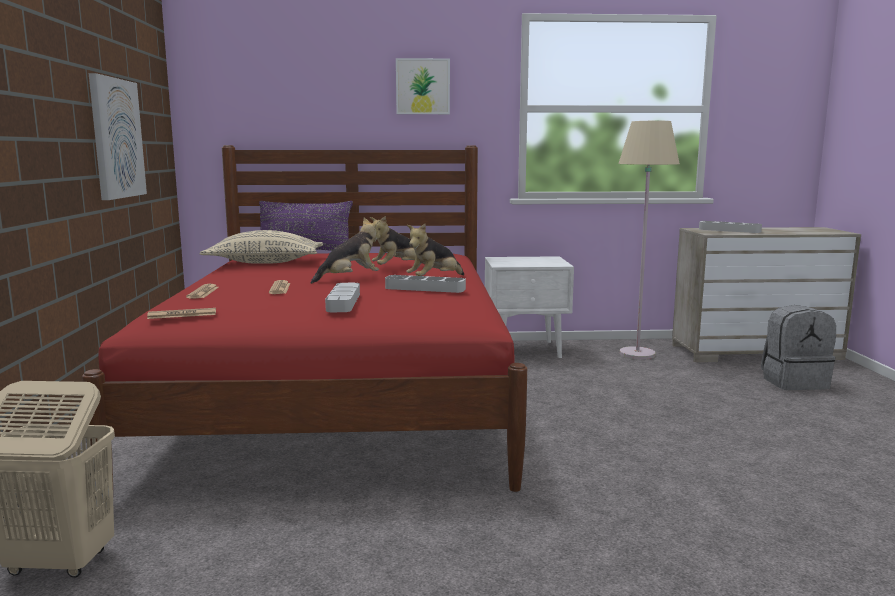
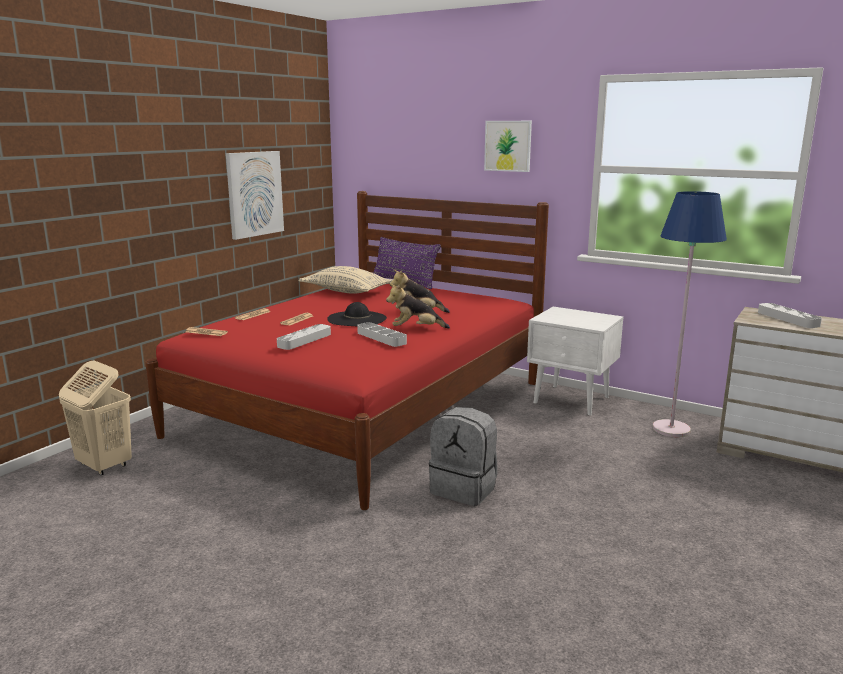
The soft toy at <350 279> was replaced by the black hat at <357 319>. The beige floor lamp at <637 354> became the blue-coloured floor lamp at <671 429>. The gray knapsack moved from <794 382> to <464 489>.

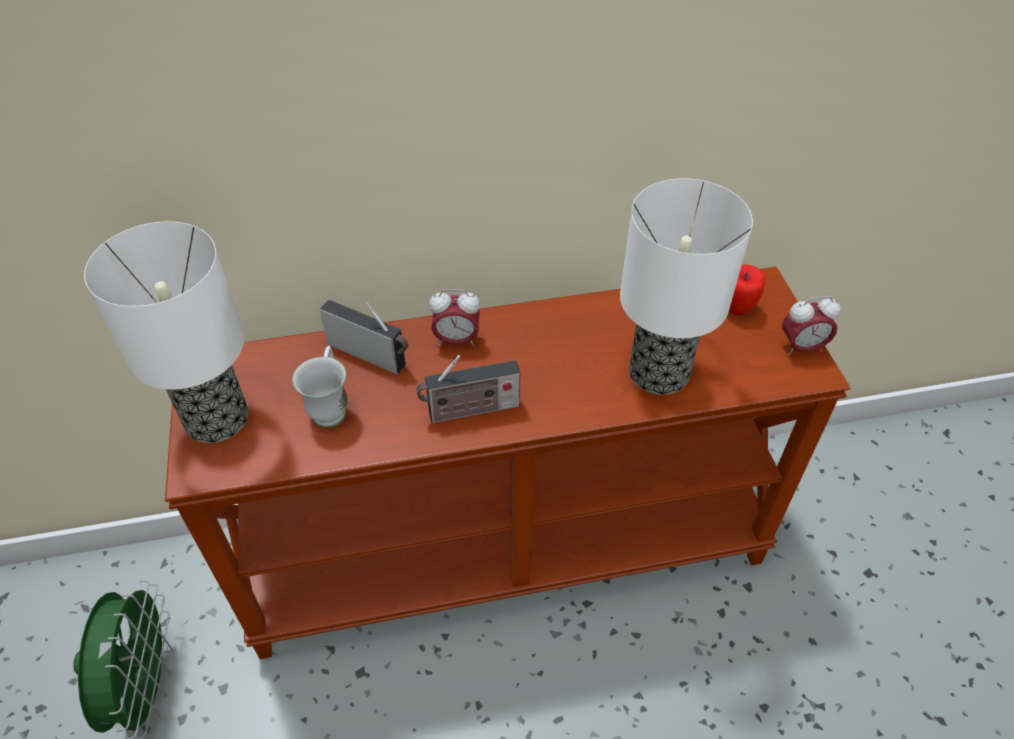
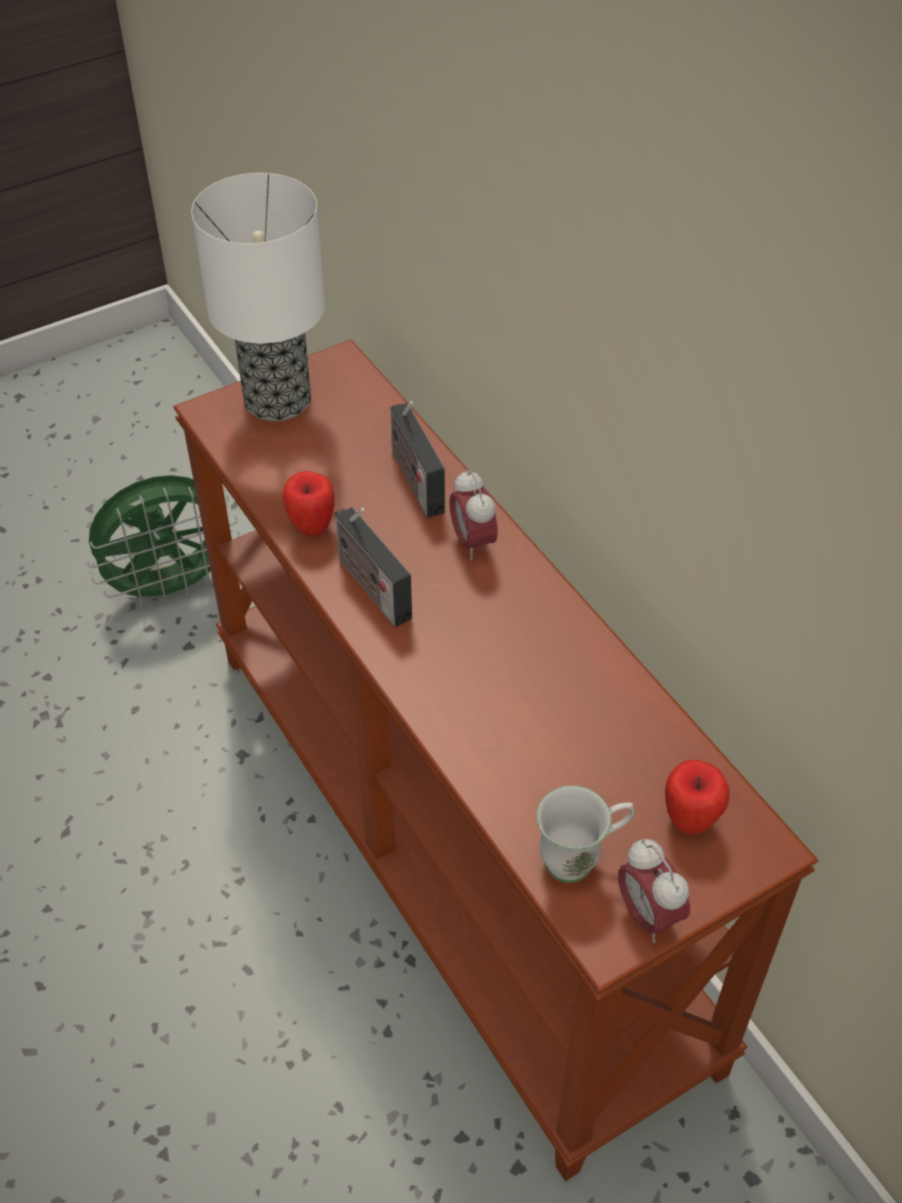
The white-coloured mug moved from <331 407> to <581 858>. The radio at <370 355> turned 150 degrees clockwise. The lamp for a table at <660 374> disappeared. The whole apple at <311 527> appeared.

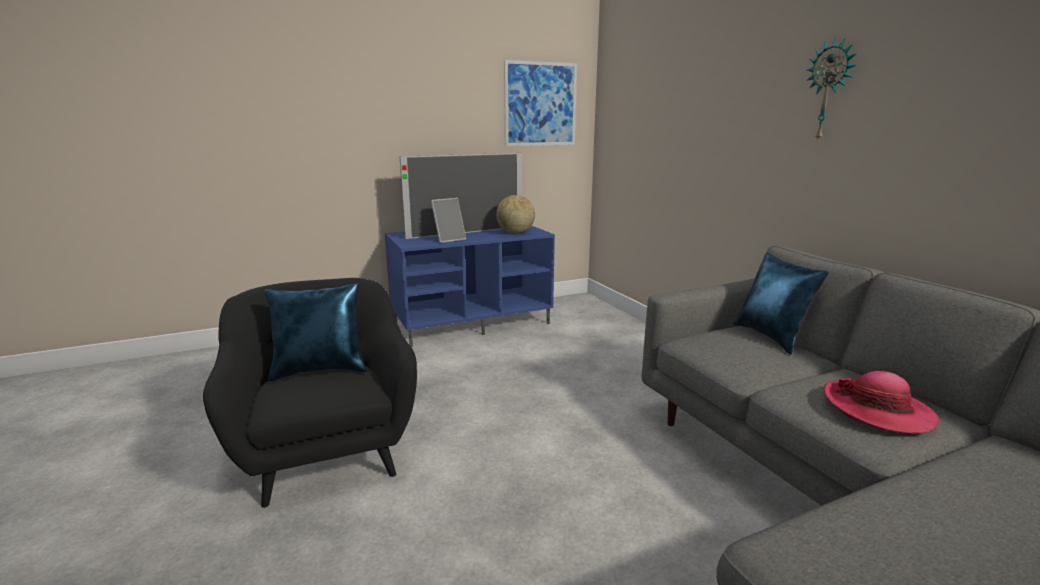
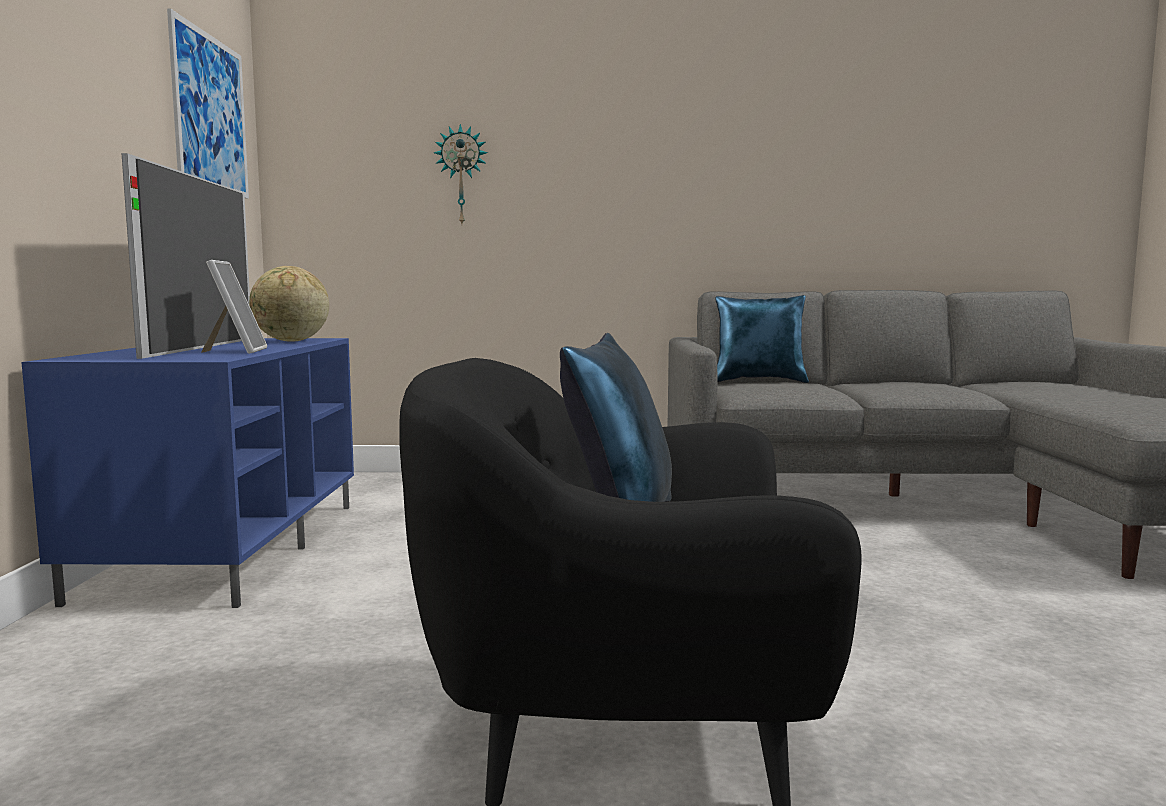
The clock on the wall moved from <829 91> to <461 176>. The hat at <877 409> disappeared.

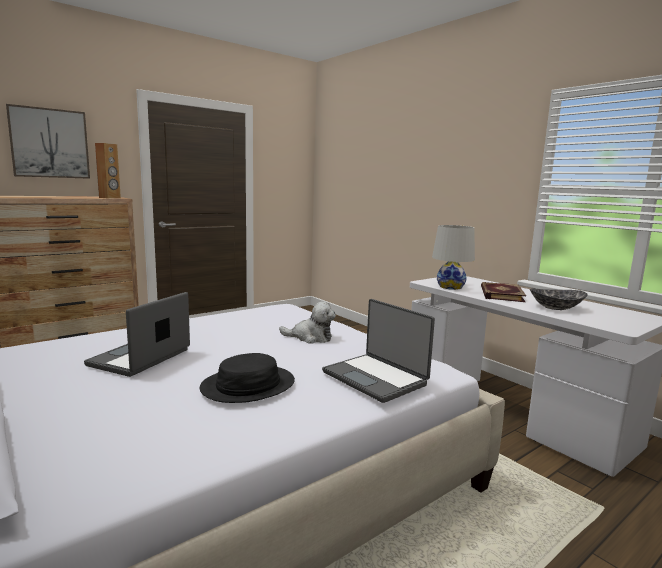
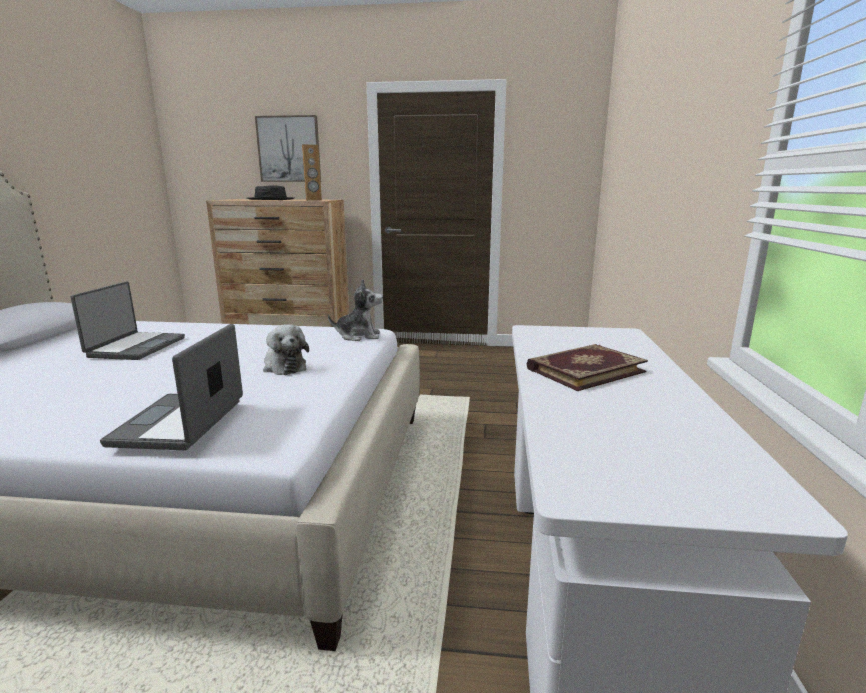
The portable computer at <141 358> turned 120 degrees clockwise. The black hat moved from <248 386> to <271 199>. The white-coloured lamp for a table at <450 287> disappeared. The serving bowl at <555 307> disappeared. The soft toy at <359 336> appeared.

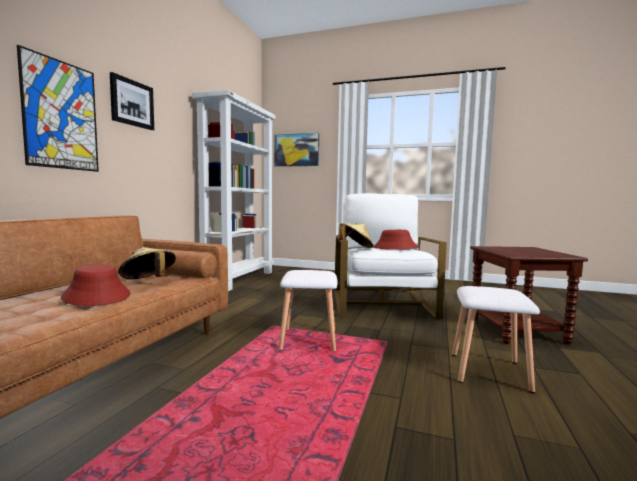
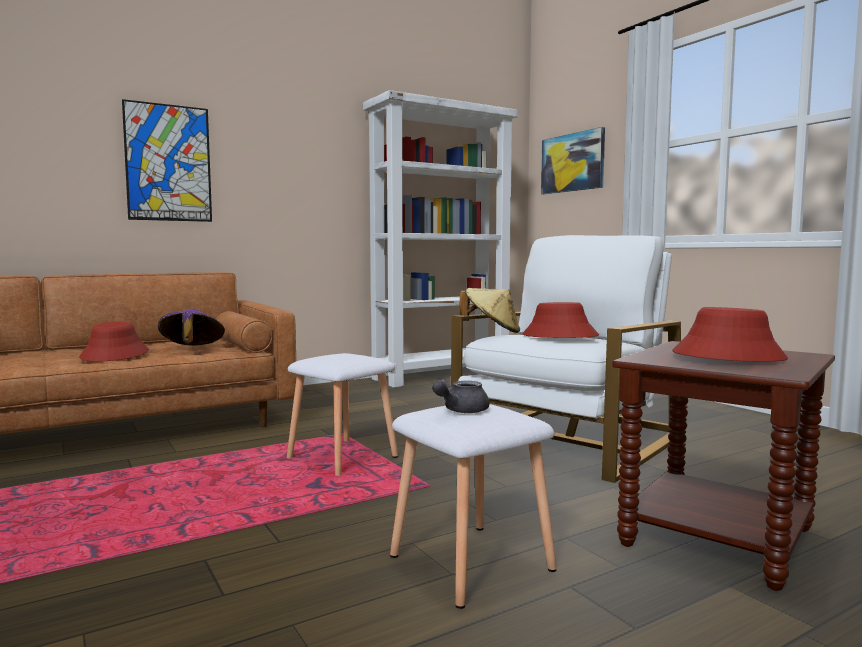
The wall art at <132 103> disappeared. The beige hat at <148 281> became the purplish hat at <191 348>. The gray pot for tea at <460 411> appeared. The red hat at <728 357> appeared.

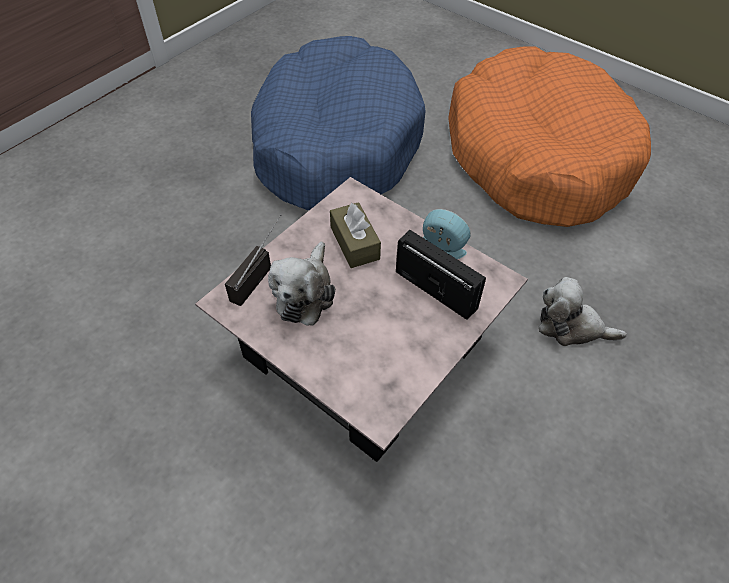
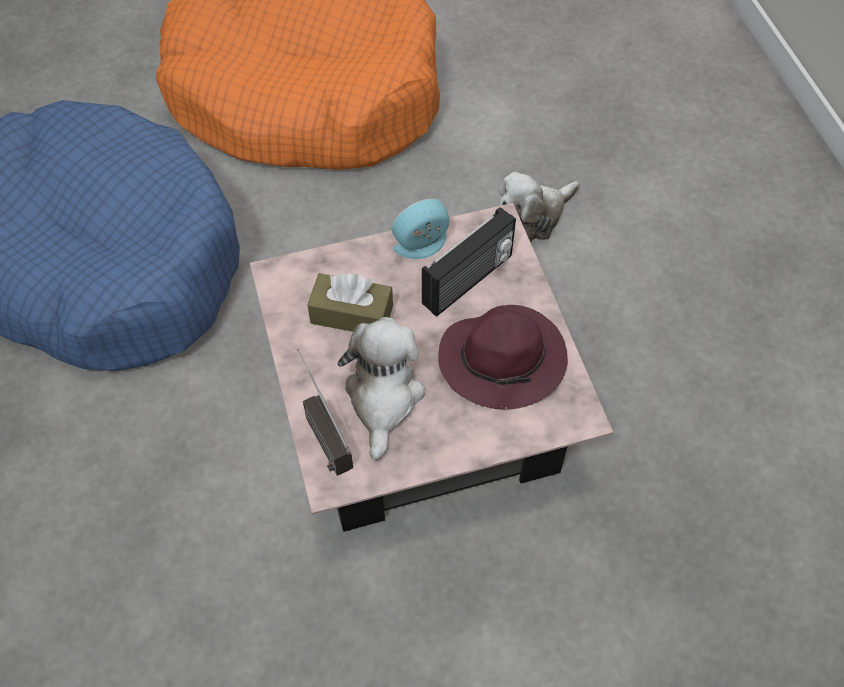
The soft toy at <305 293> turned 135 degrees counterclockwise. The radio at <436 289> turned 150 degrees clockwise. The purplish hat at <504 360> appeared.

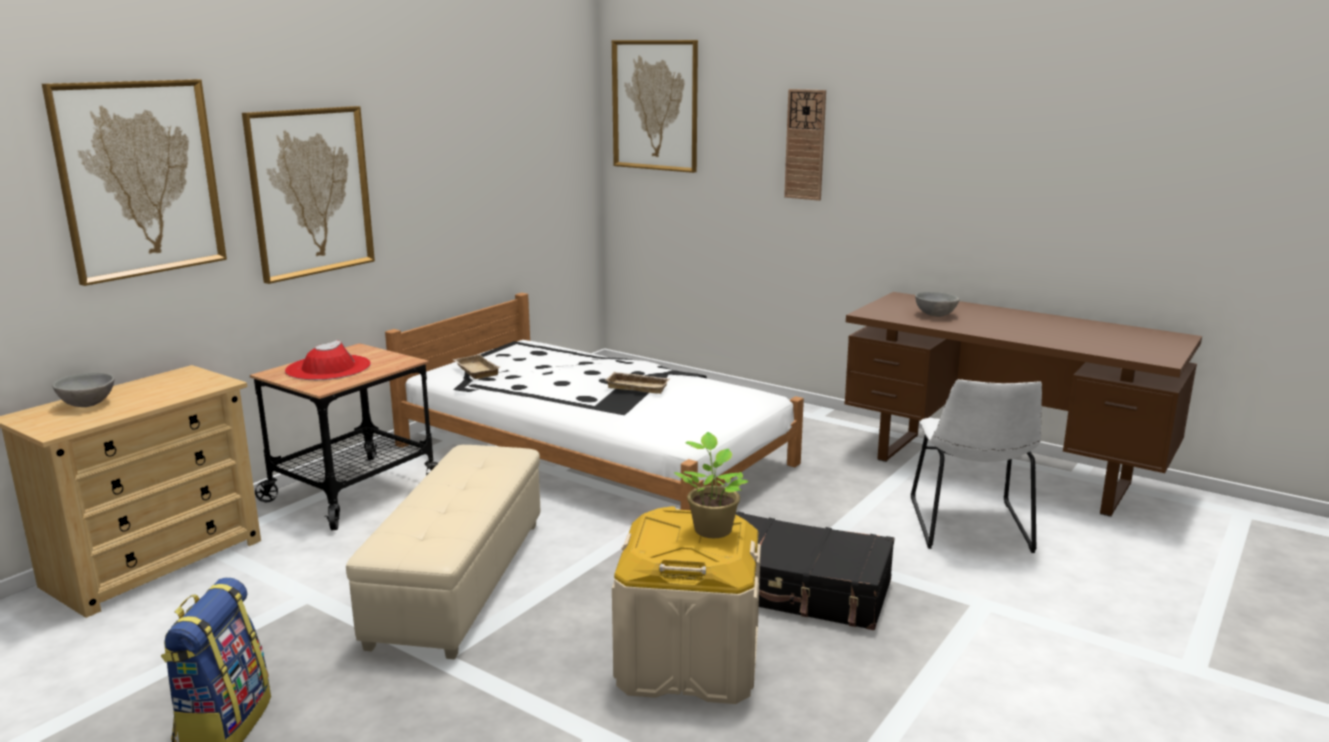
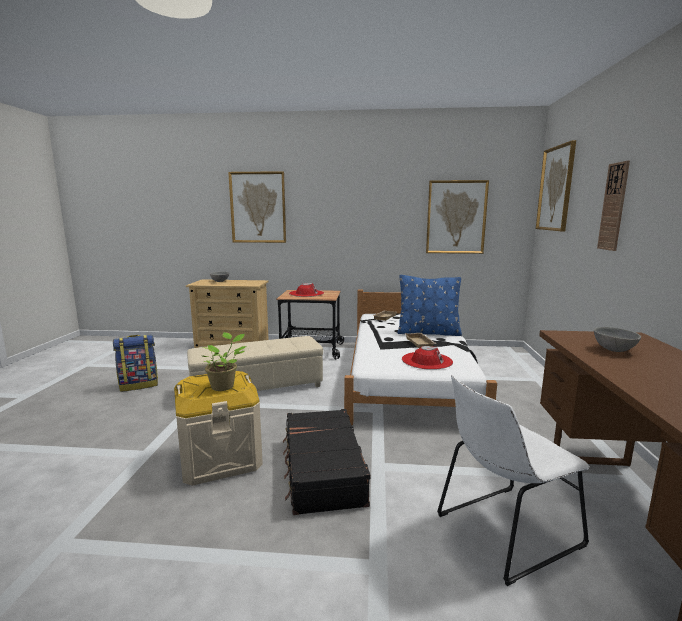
The wall art moved from <310 192> to <456 217>. The blue-coloured throw pillow at <428 333> appeared. The red hat at <426 361> appeared.

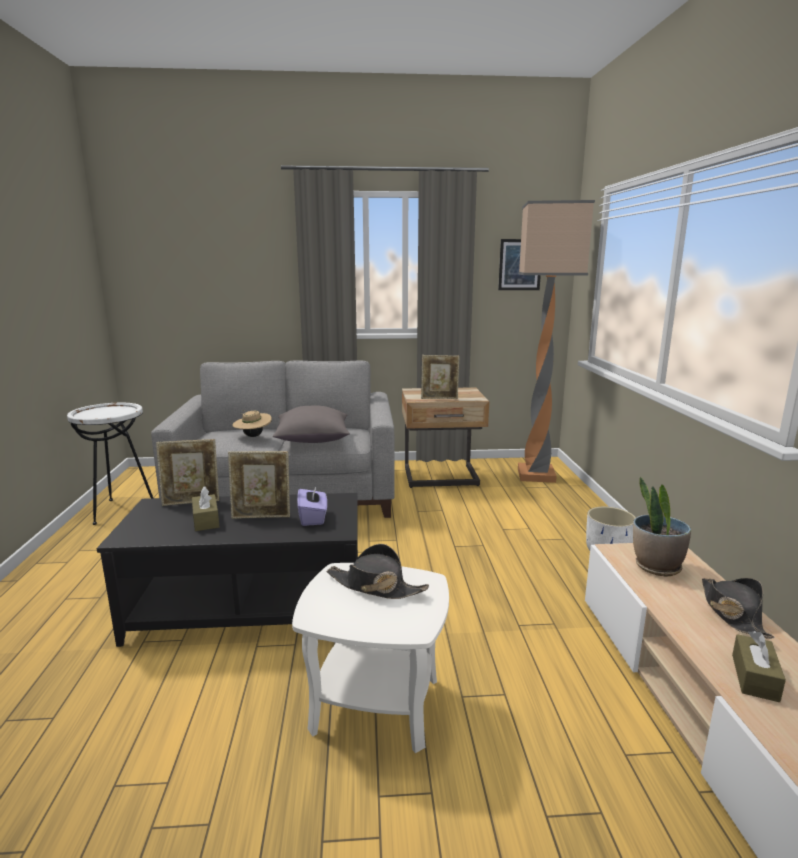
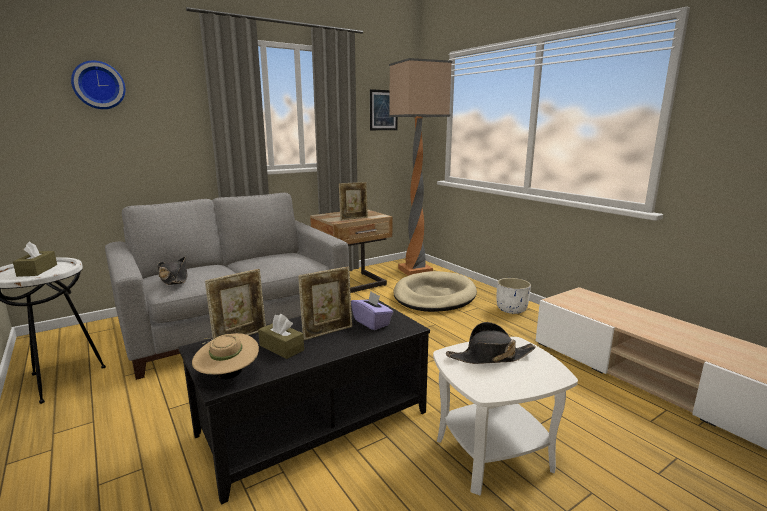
The beige hat moved from <253 436> to <228 376>. The gray throw pillow at <312 440> disappeared. The plant in a pot at <656 567> disappeared. The black hat moved from <732 613> to <174 279>. The brownish tissue holder moved from <754 677> to <37 270>. The clock on the wall at <98 85> appeared. The beige dog cushion at <434 296> appeared.

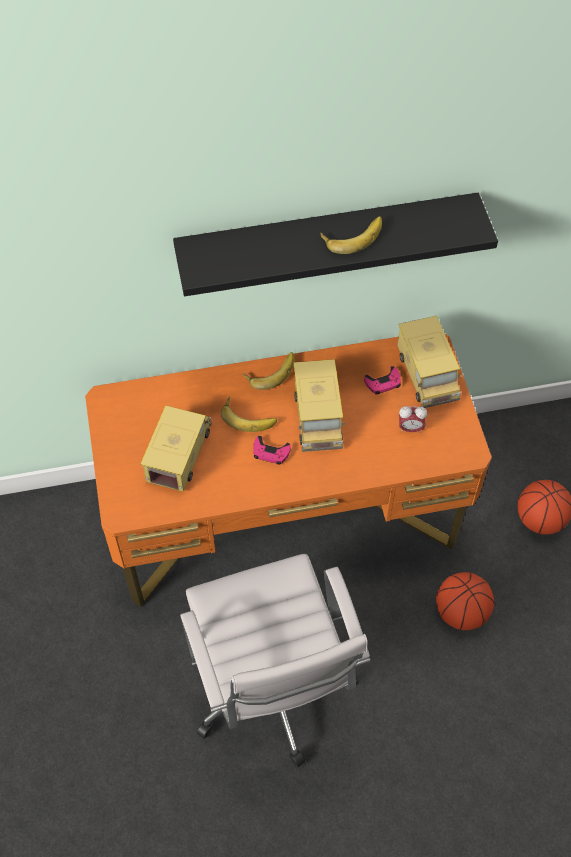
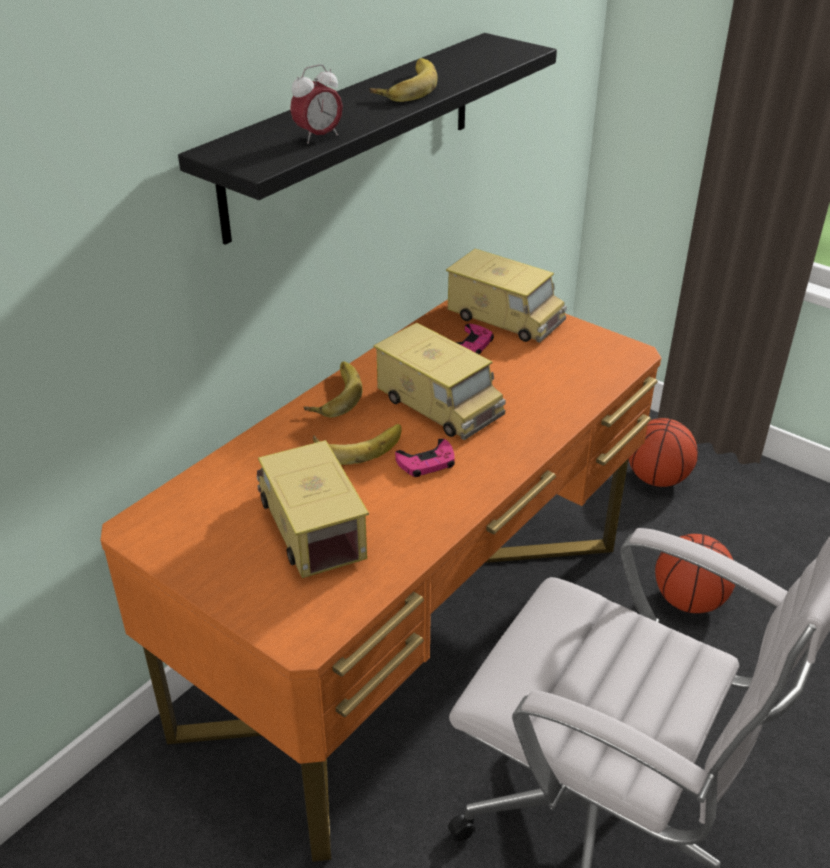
The bedside clock moved from <410 428> to <318 137>.

